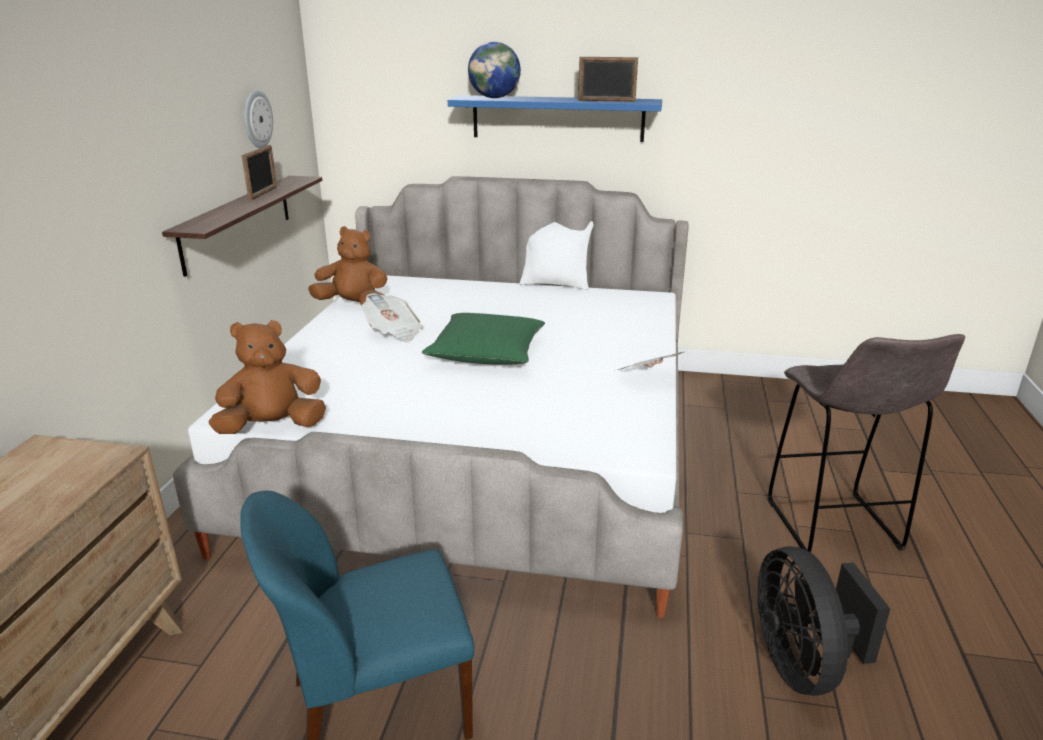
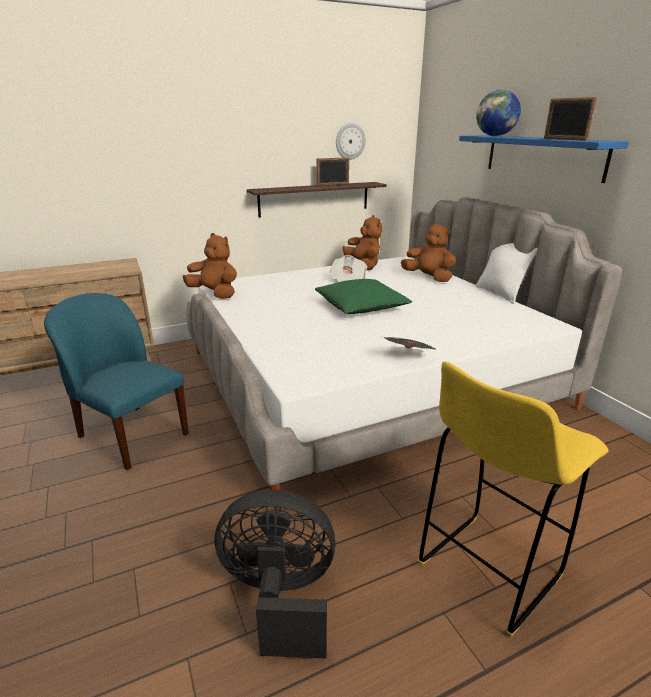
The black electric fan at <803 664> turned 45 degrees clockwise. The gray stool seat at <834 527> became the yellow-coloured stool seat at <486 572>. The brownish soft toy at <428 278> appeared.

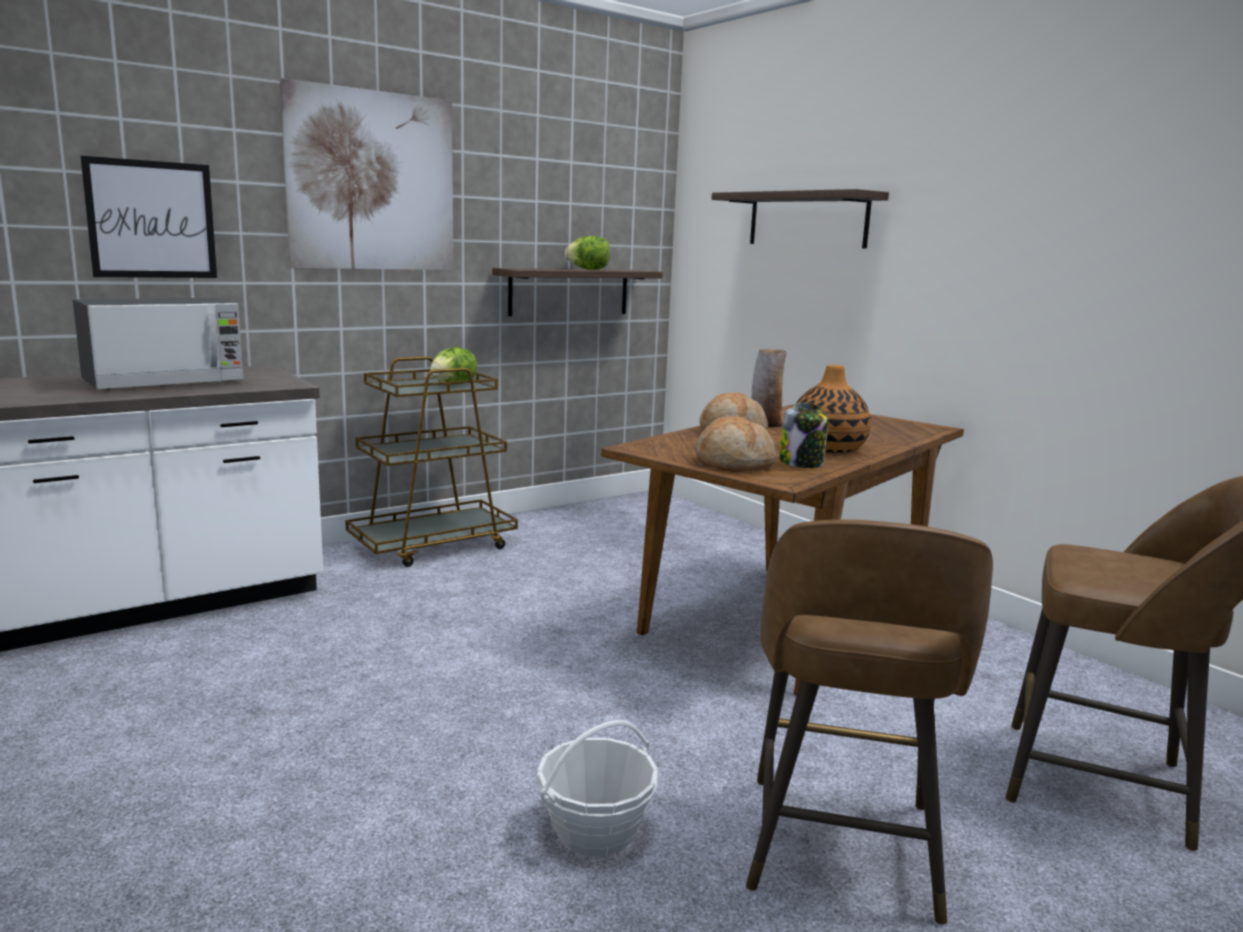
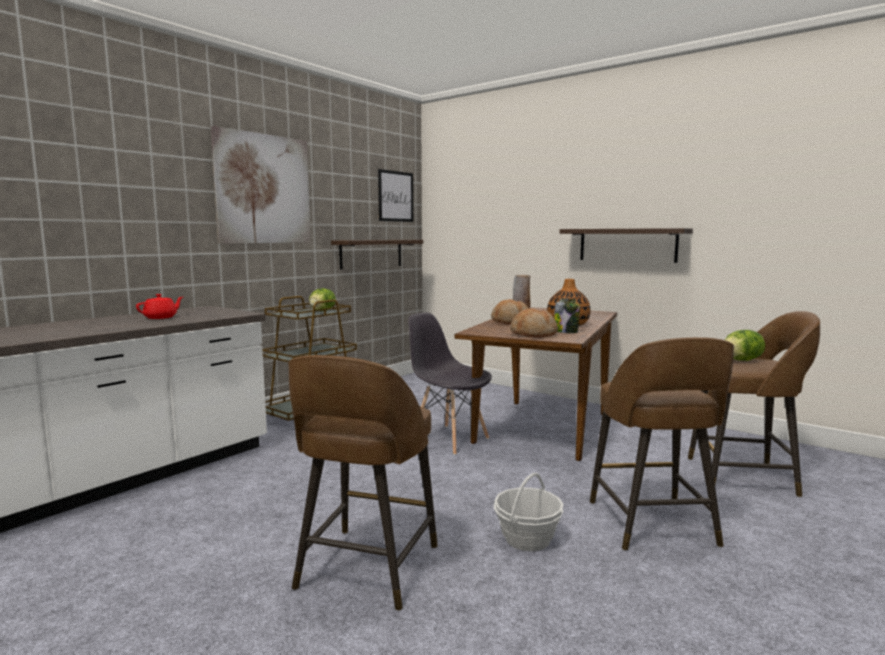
The microwave at <165 382> was replaced by the red pot for tea at <161 317>. The wall art moved from <151 219> to <395 196>. The head of lettuce moved from <588 269> to <741 360>. The wall shelf moved from <807 220> to <627 245>. The brownish stool seat at <366 569> appeared. The gray plain chair at <449 439> appeared.

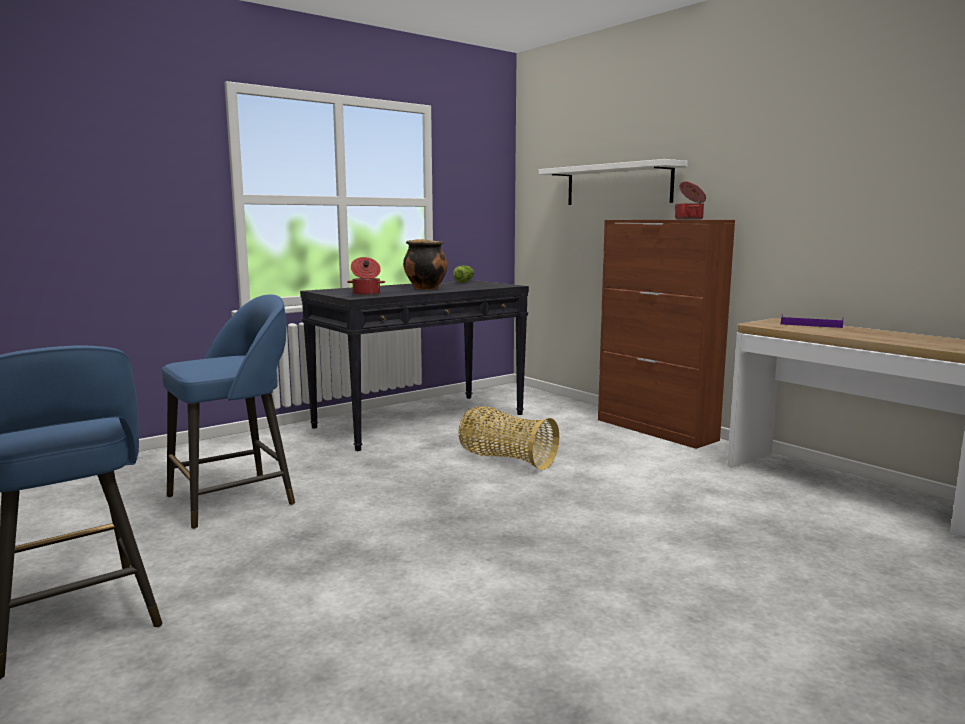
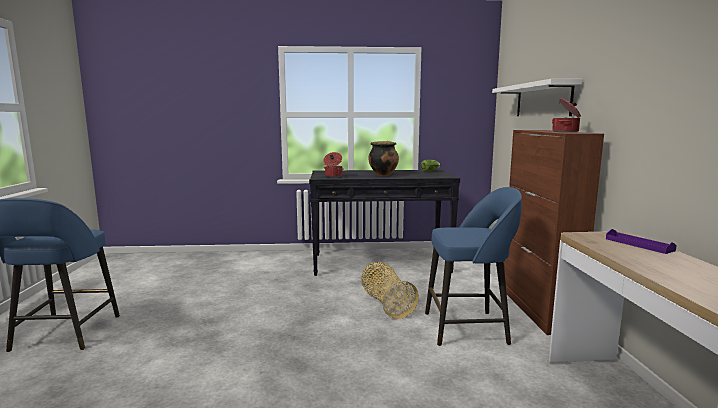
The blue-coloured stool seat moved from <235 499> to <468 328>.

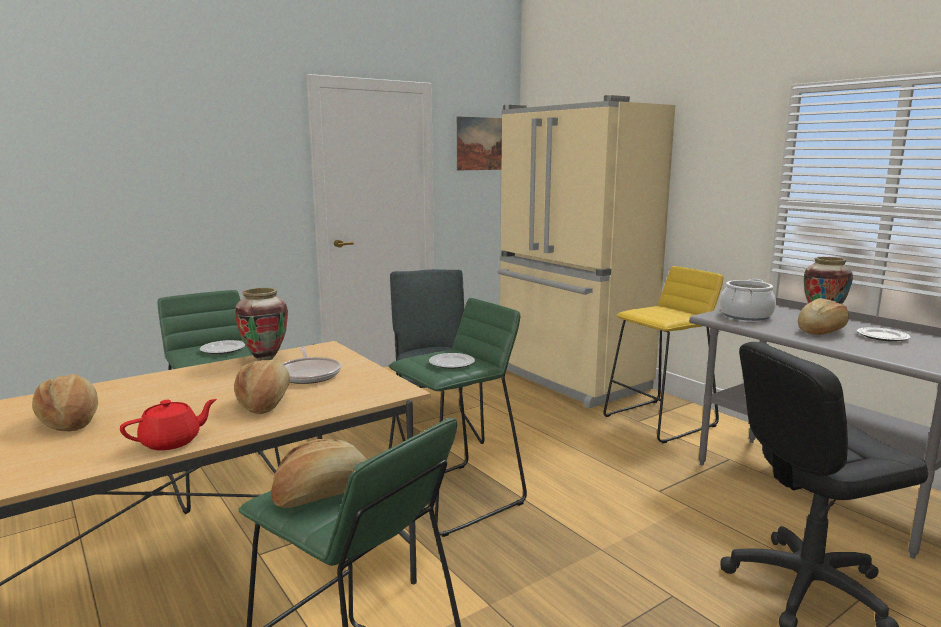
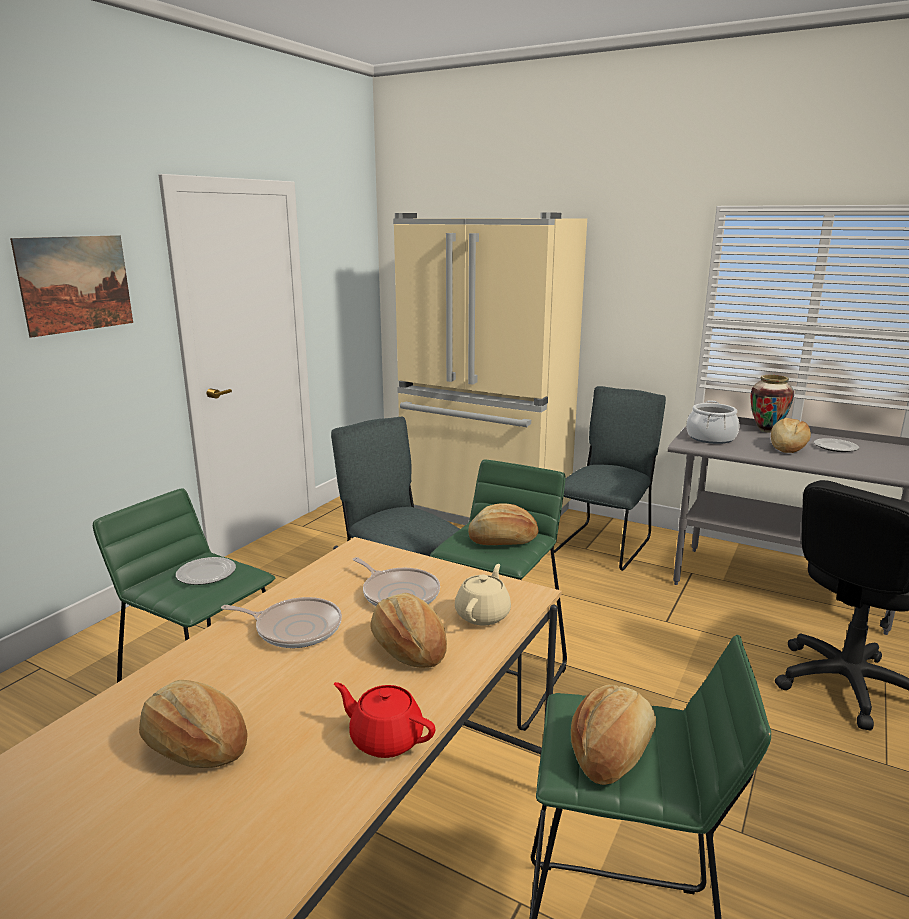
The red pot for tea at <172 442> turned 90 degrees counterclockwise. The flower vase at <265 358> disappeared. The plate at <452 363> was replaced by the bakery bread at <503 540>. The wall art moved from <482 144> to <76 284>. The yellow-coloured stool seat at <660 421> was replaced by the gray plain chair at <604 544>. The skillet at <295 628> appeared. The beige pot for tea at <483 614> appeared.

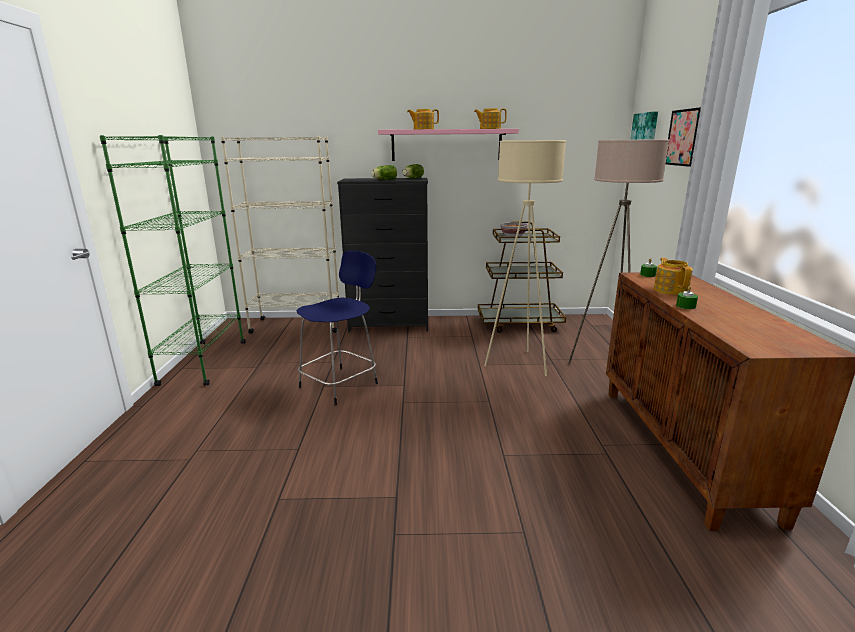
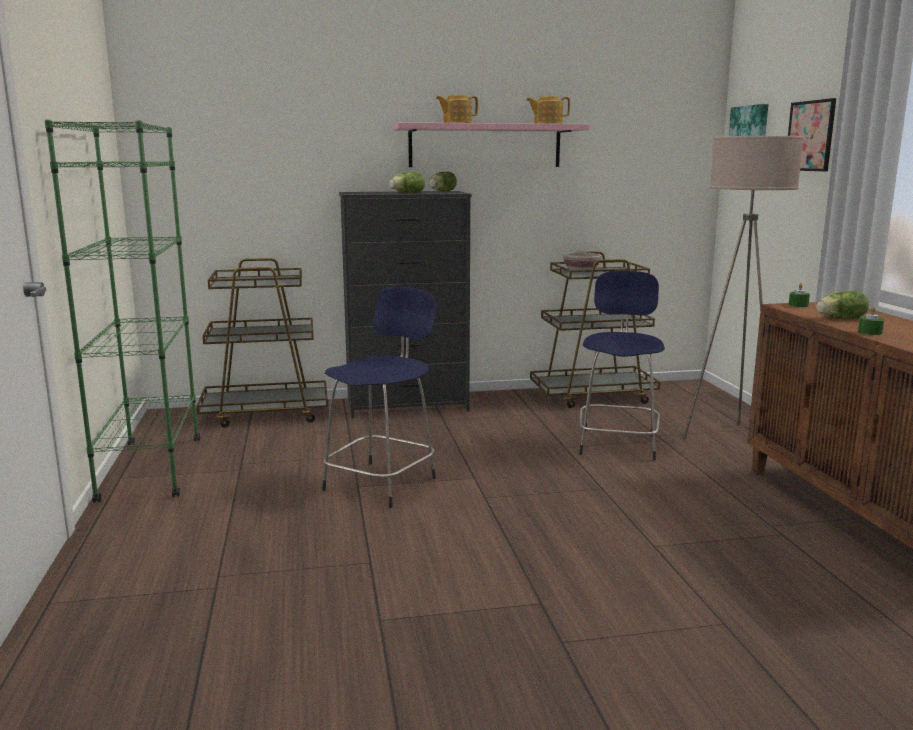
The beige bookcase at <296 325> was replaced by the brownish trolley at <266 413>. The beige floor lamp at <518 364> was replaced by the blue-coloured stool seat at <618 443>. The pot for tea at <671 290> was replaced by the head of lettuce at <839 318>.

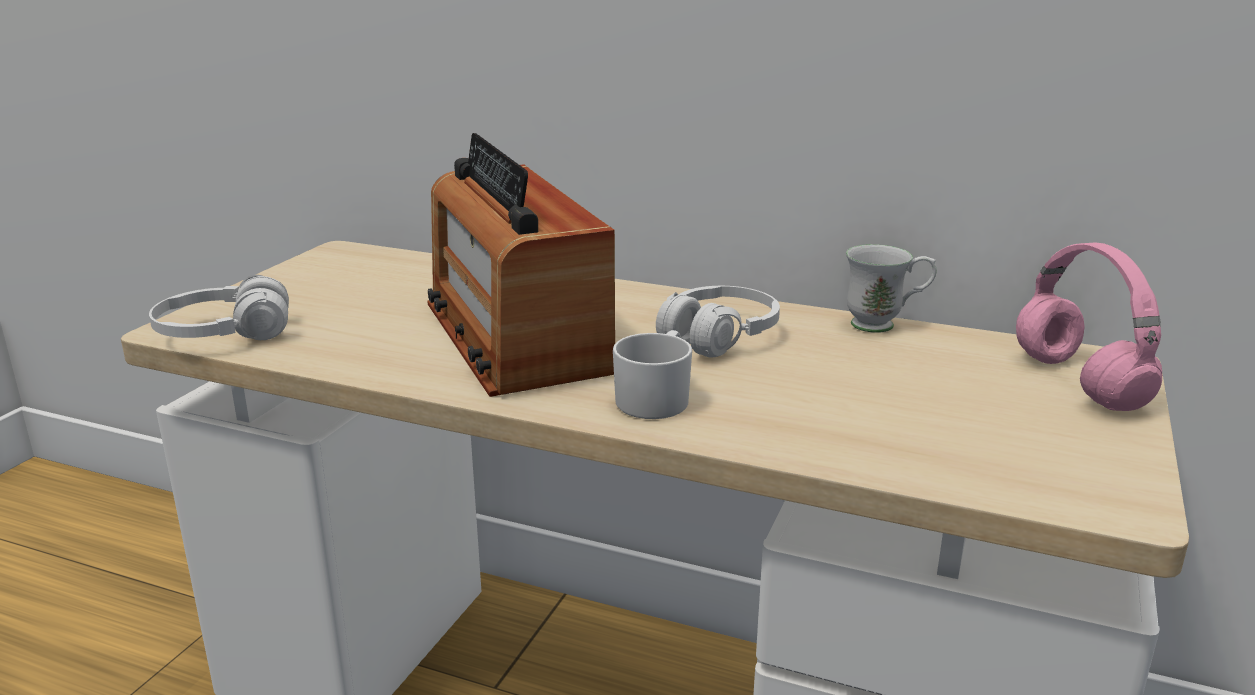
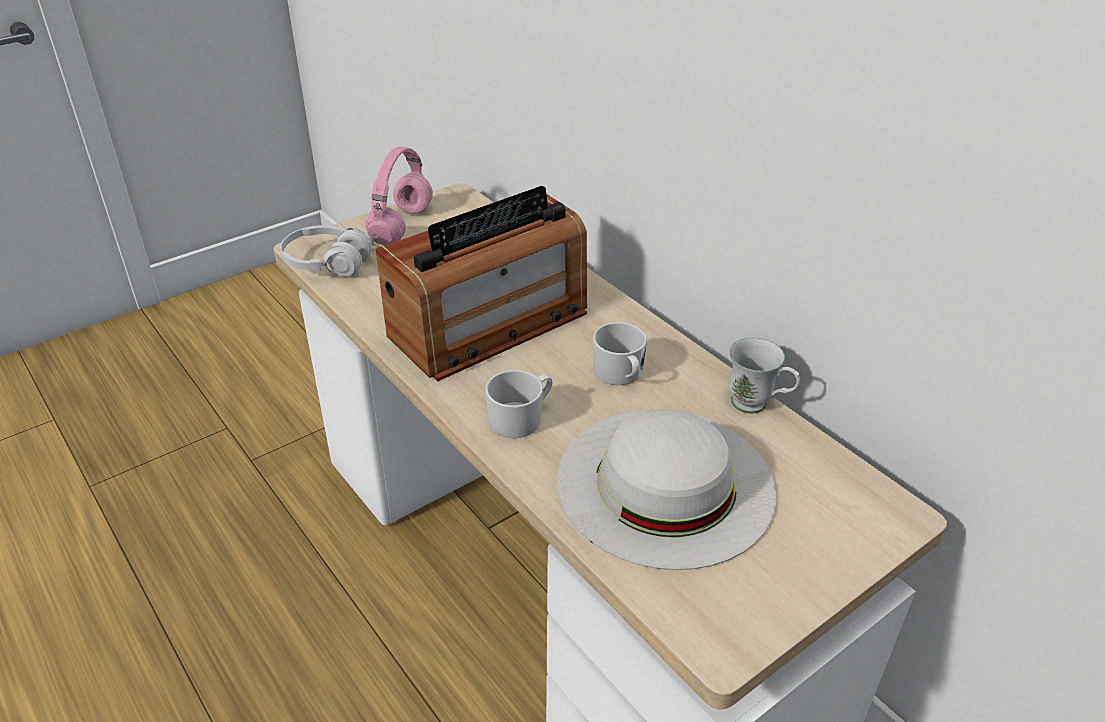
The radio at <515 336> turned 135 degrees counterclockwise. The white-coloured pair of headphones at <718 337> was replaced by the white-coloured mug at <620 374>. The pink pair of headphones moved from <1074 381> to <401 225>. The white-coloured hat at <665 484> appeared.

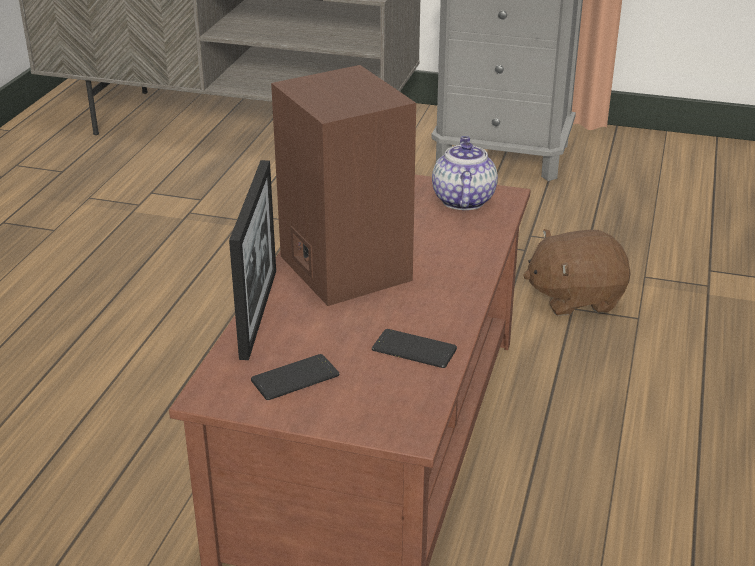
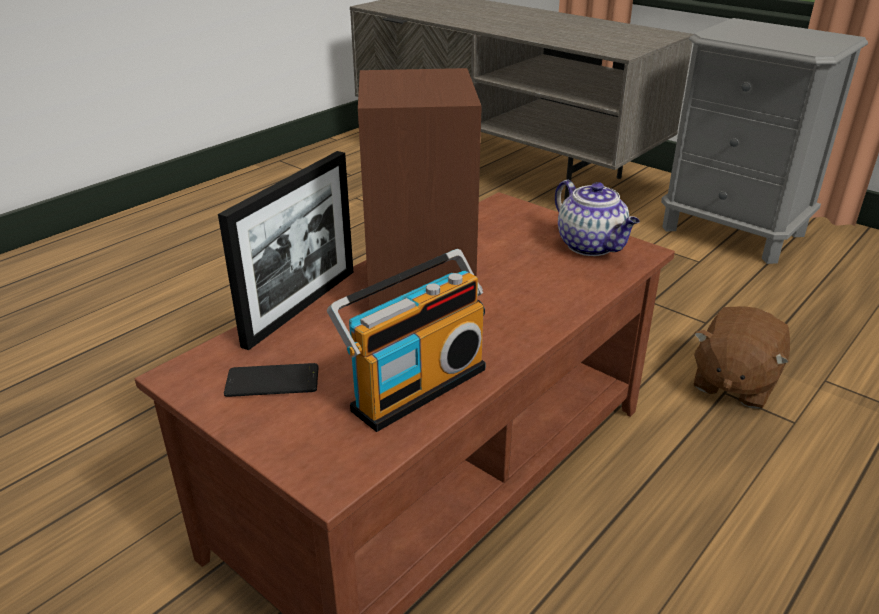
The telephone at <414 349> was replaced by the radio at <415 386>. The pot for tea at <462 199> turned 120 degrees clockwise. The brownish soft toy at <575 298> turned 75 degrees counterclockwise.

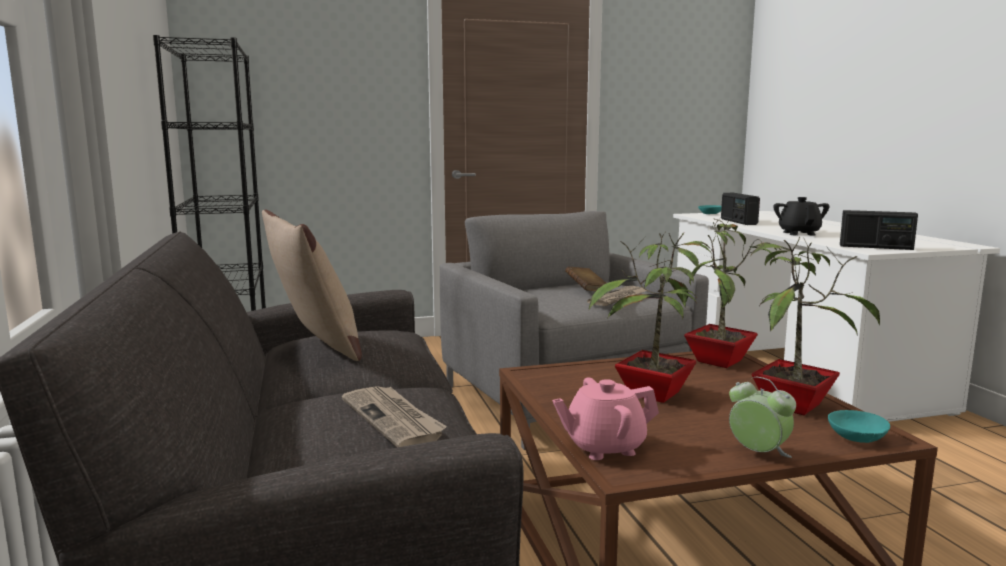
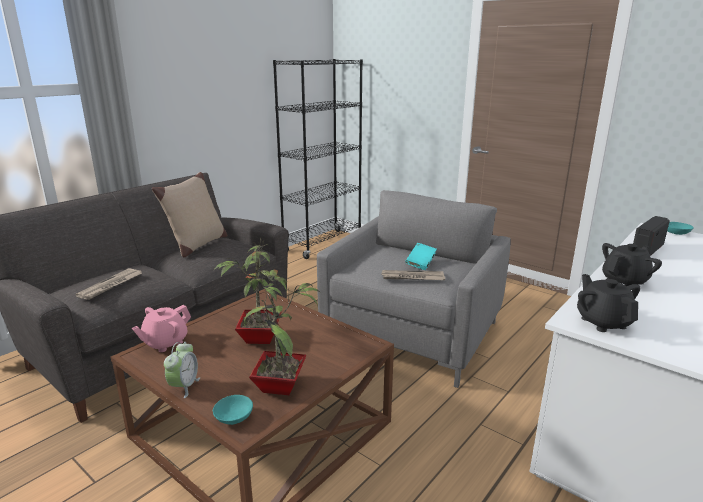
The pink pot for tea at <604 447> turned 90 degrees counterclockwise. The brownish book at <586 290> became the turquoise book at <420 264>. The plant in a pot at <722 362> disappeared. The radio at <875 247> was replaced by the black pot for tea at <603 322>.

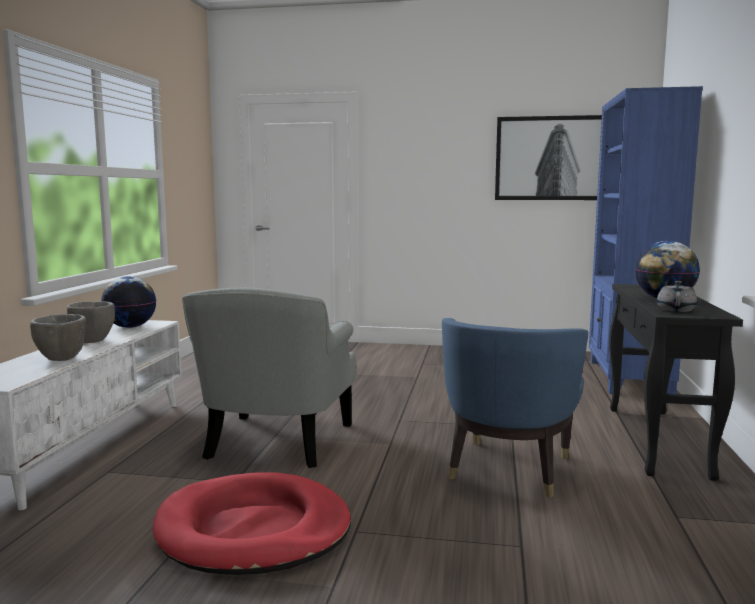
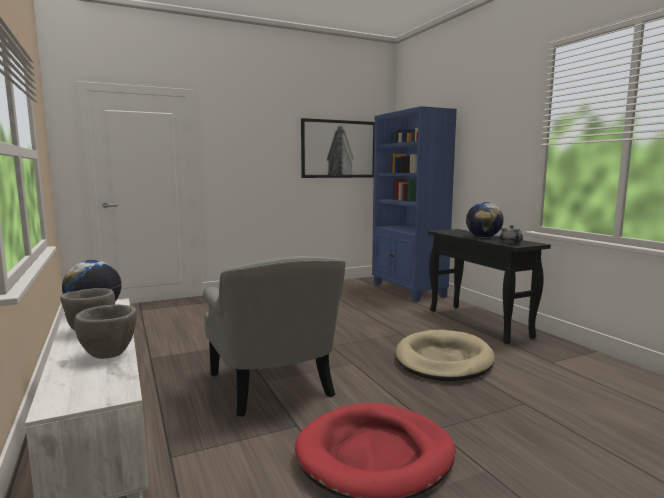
The blue-coloured armchair at <508 469> was replaced by the beige dog cushion at <443 360>.

